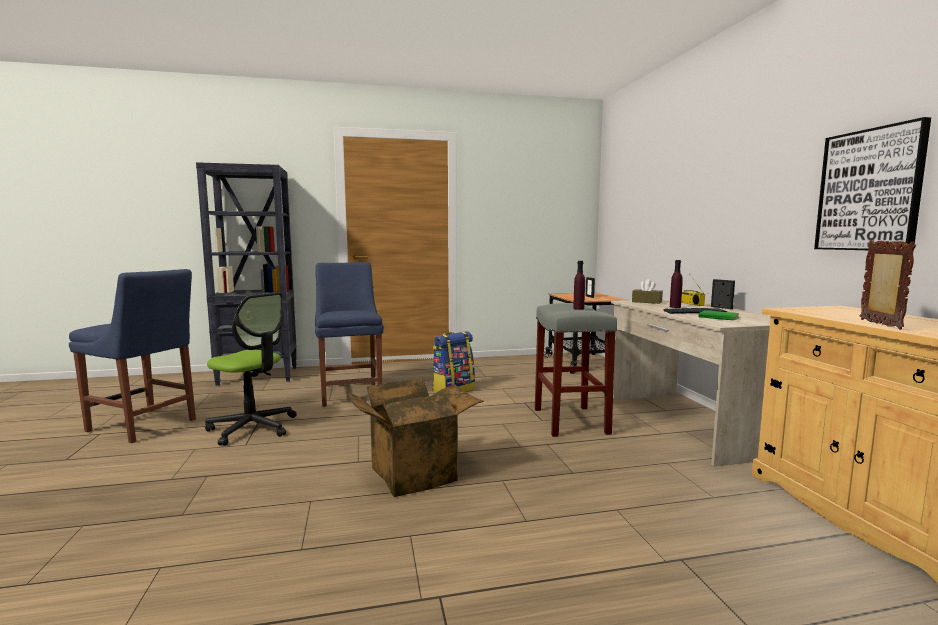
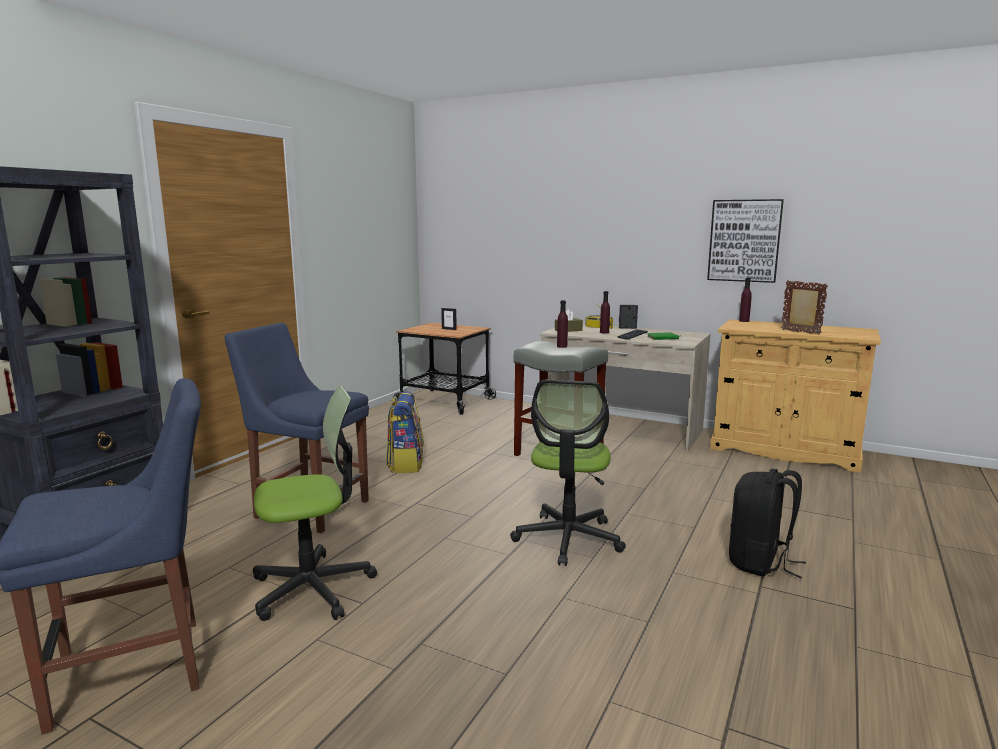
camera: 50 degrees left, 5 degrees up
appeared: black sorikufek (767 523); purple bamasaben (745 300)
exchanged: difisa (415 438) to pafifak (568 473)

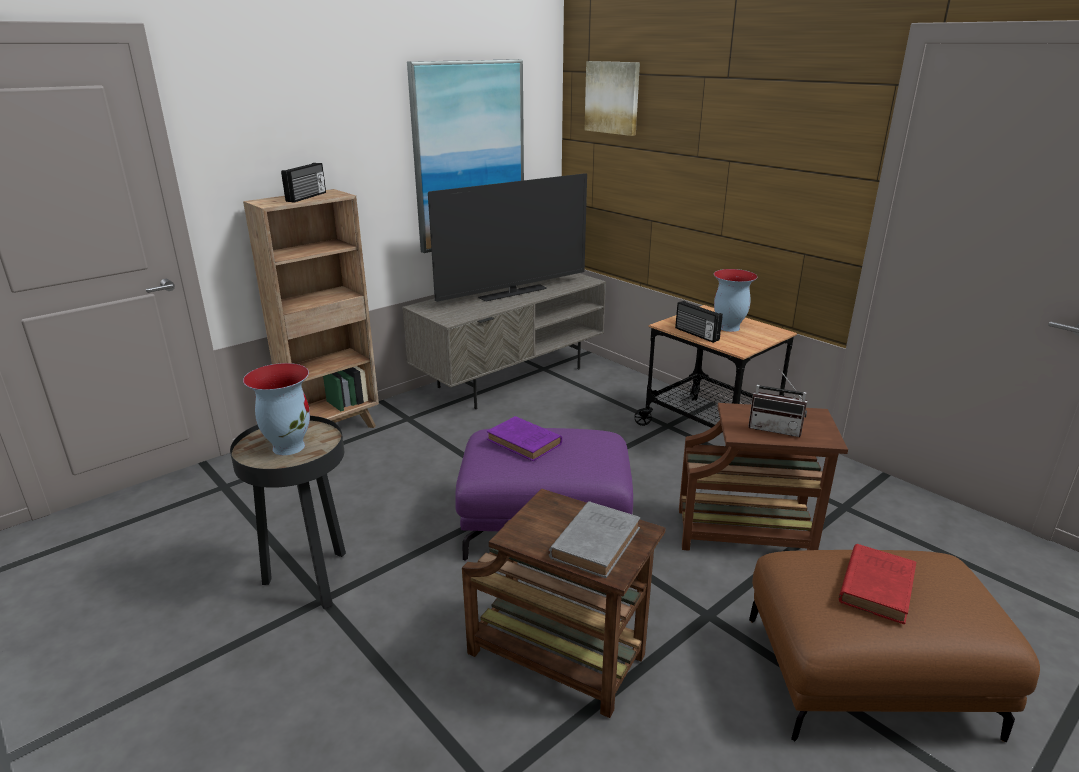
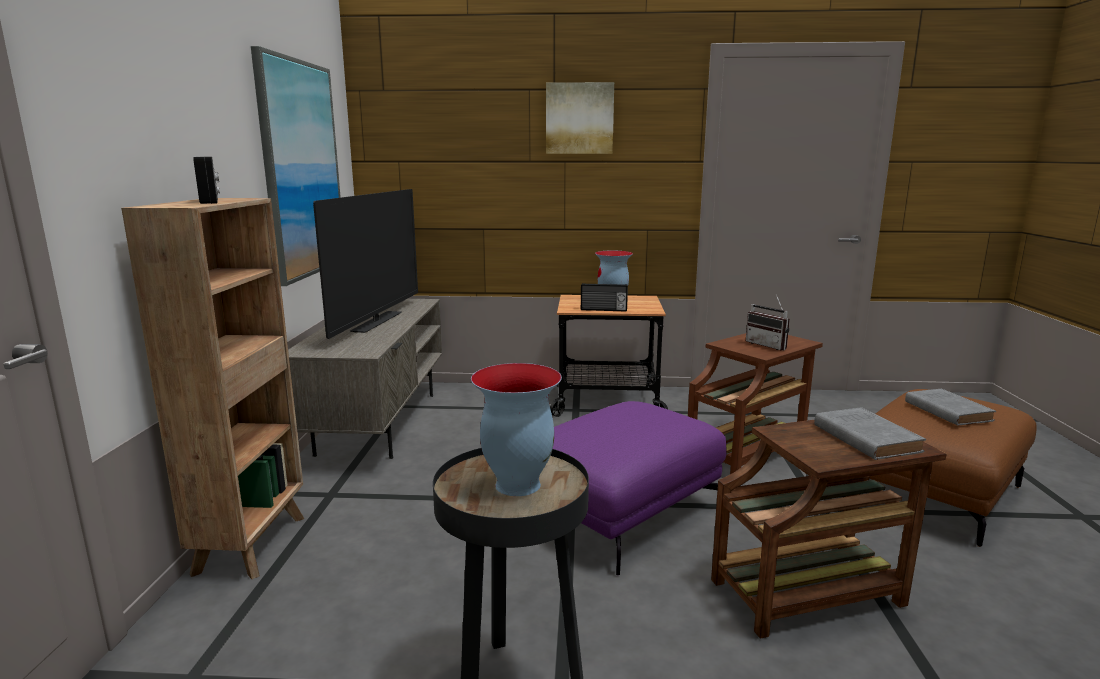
camera: 45 degrees left, 10 degrees down
missing: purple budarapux (524 438)
relocated: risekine (612 98) to (580 118)
colour: red budarapux (877 584) to grey budarapux (950 407)
spun: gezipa (777 403) = (768 323) 75 degrees clockwise

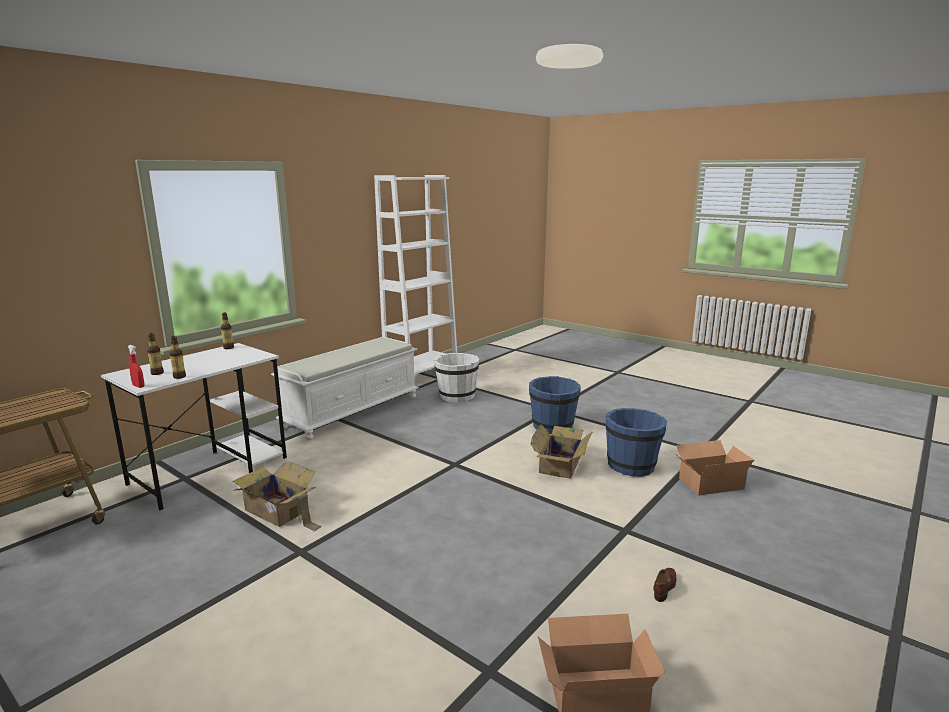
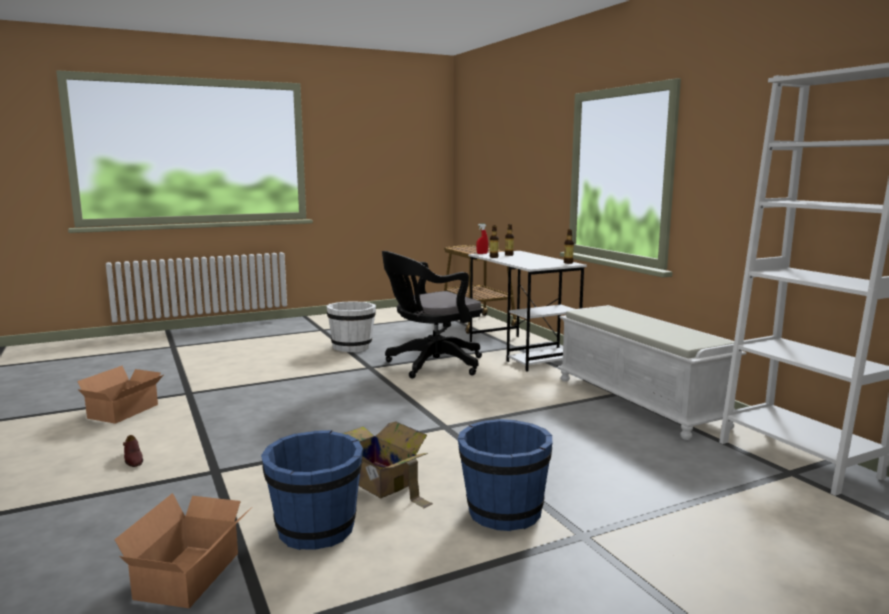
camera: 115 degrees right, 5 degrees down
relocated: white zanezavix (456 377) to (351 326)
exchanged: difisa (277 496) to black pafifak (432 314)

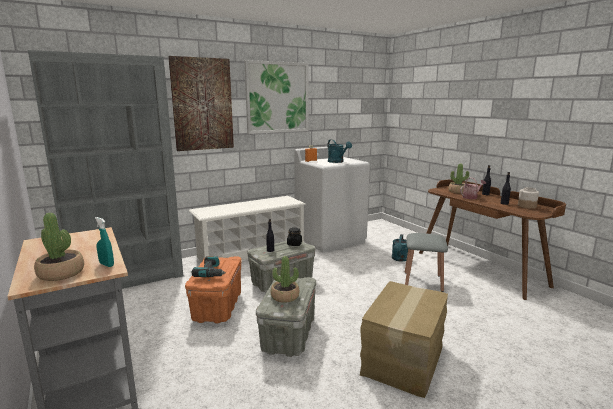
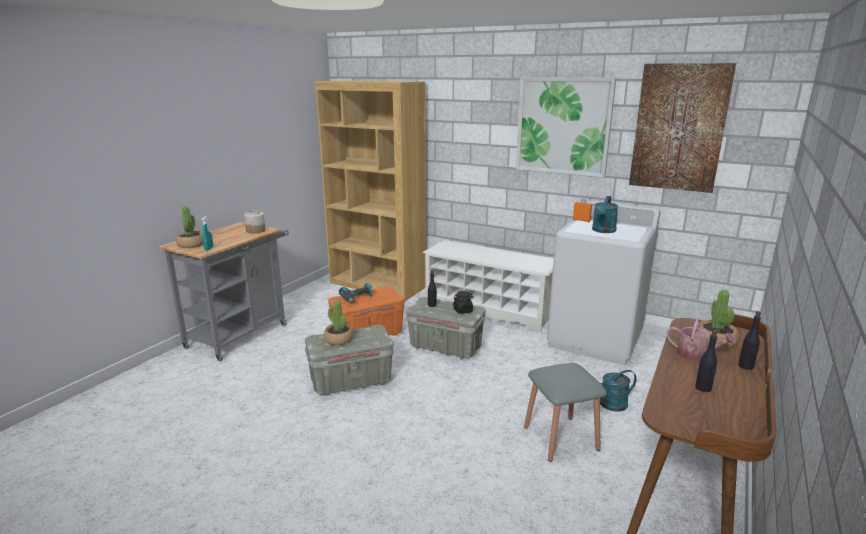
camera: 60 degrees right, 5 degrees up
missing: difisa (404 339)
relocated: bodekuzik (528 198) to (255 221); risekine (201 103) to (682 128)
colour: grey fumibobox (105 169) to brown fumibobox (370 190)

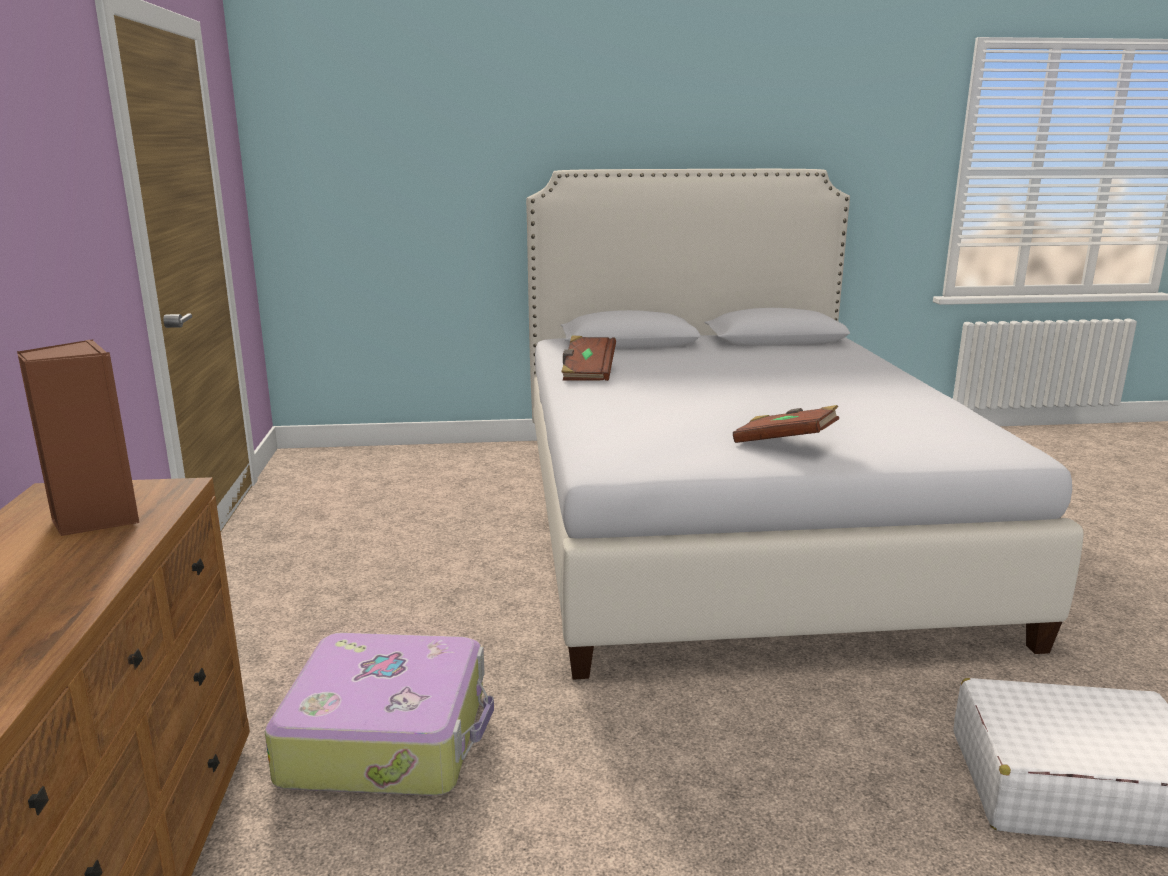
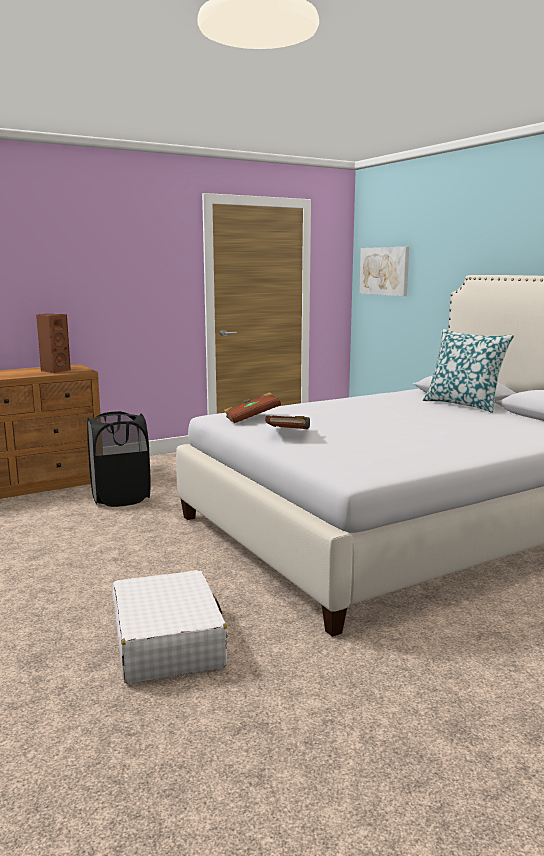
camera: 65 degrees right, 5 degrees down
appeared: risekine (384 271); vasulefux (468 371)
relocated: brown budarapux (588 358) to (252 407)
exchanged: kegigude (379 714) to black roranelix (119 459)

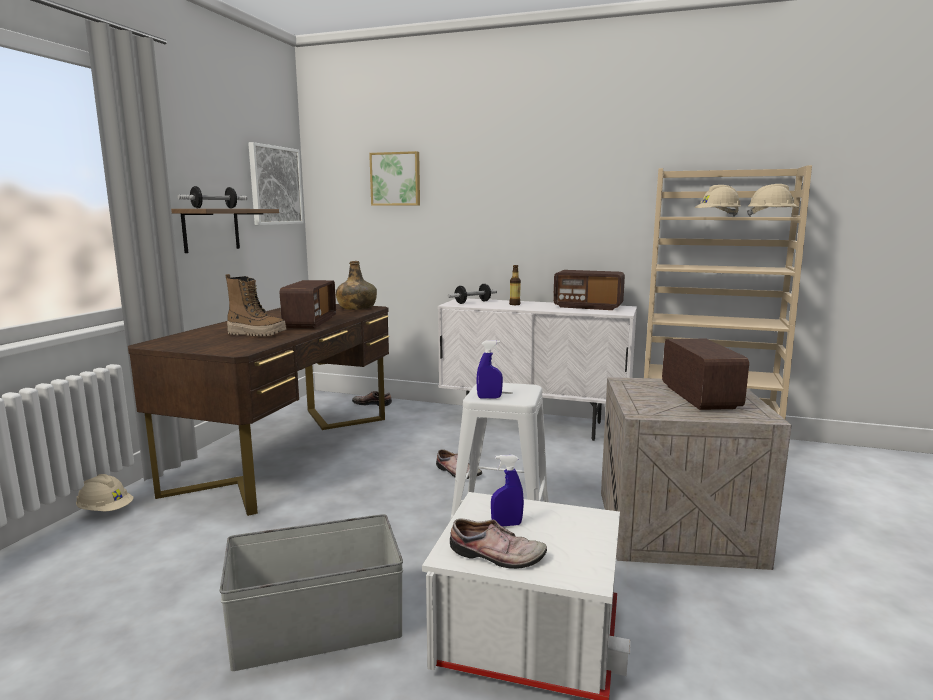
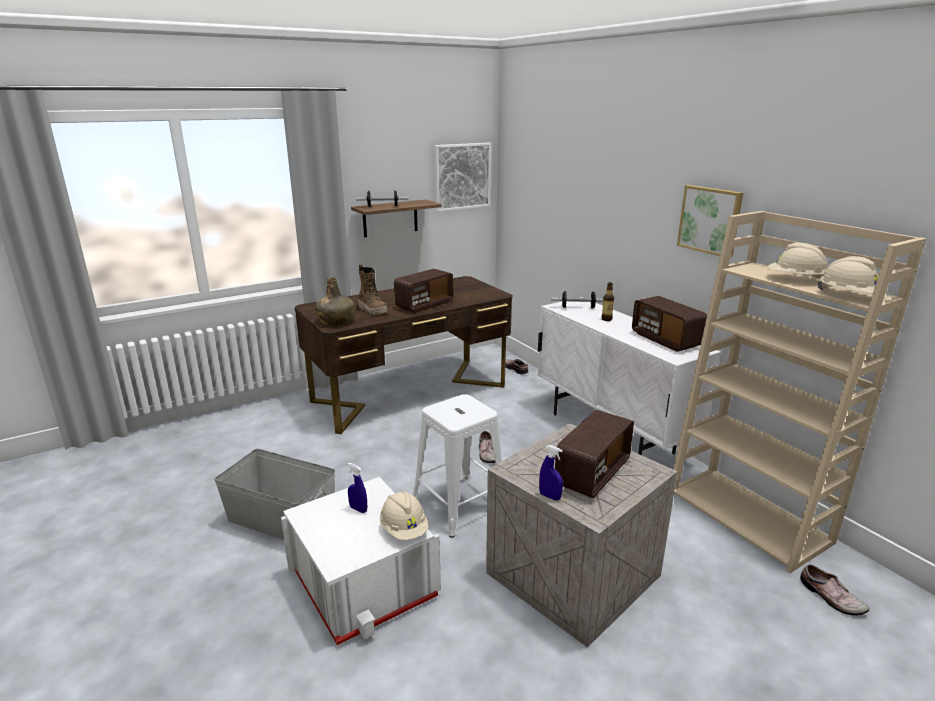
camera: 40 degrees right, 10 degrees up
relocated: green bamasaben (356 285) to (335 301); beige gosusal (104 492) to (404 515); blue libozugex (489 369) to (551 473); risekine (394 178) to (710 221); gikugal (498 543) to (834 590)

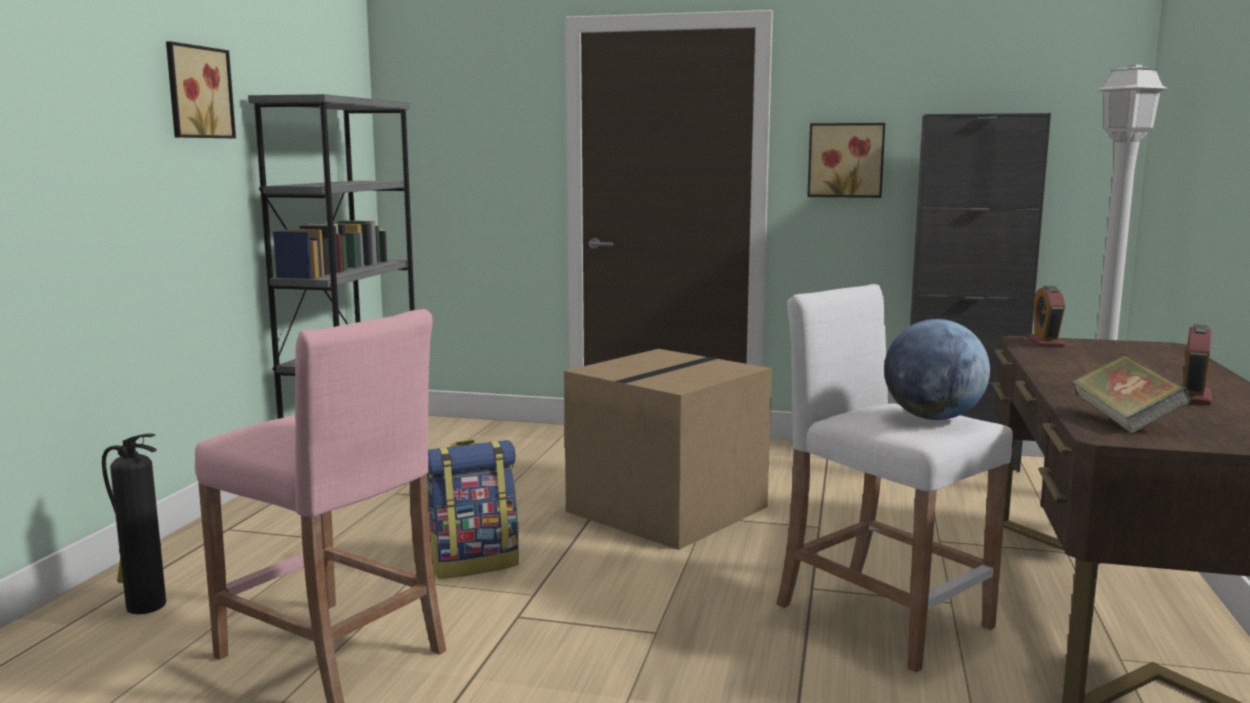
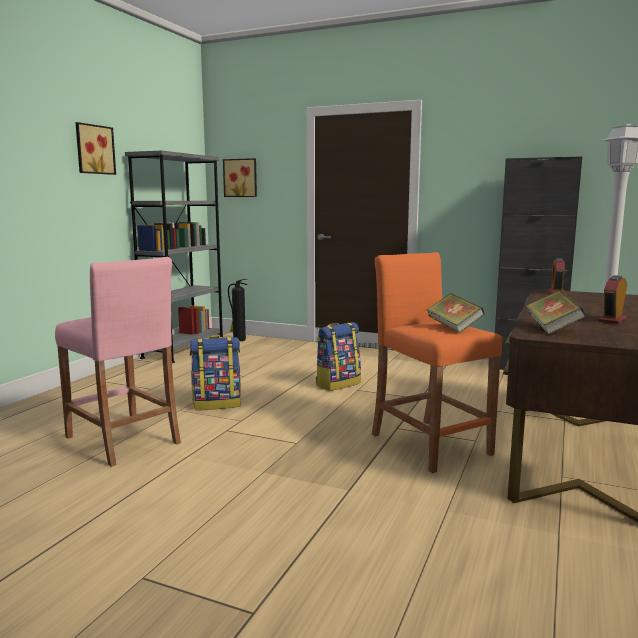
camera: 10 degrees right, 0 degrees up
relocated: risekine (846 160) to (240 177); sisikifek (134 523) to (237 310)
exchanged: difisa (668 449) to sorikufek (338 356); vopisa (937 369) to budarapux (456 313)
colour: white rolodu (894 478) to orange rolodu (437 362)

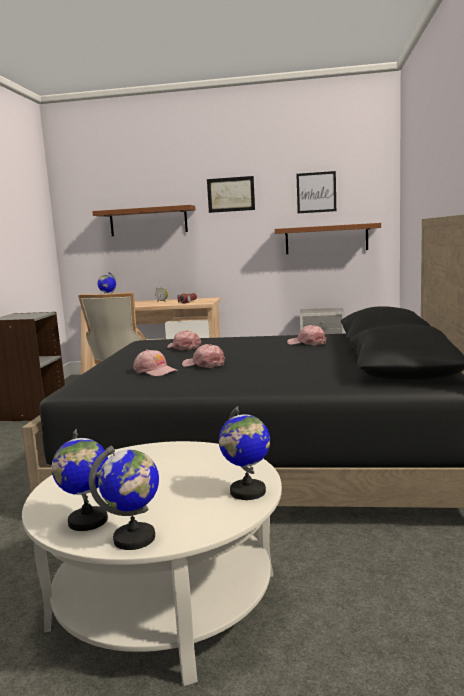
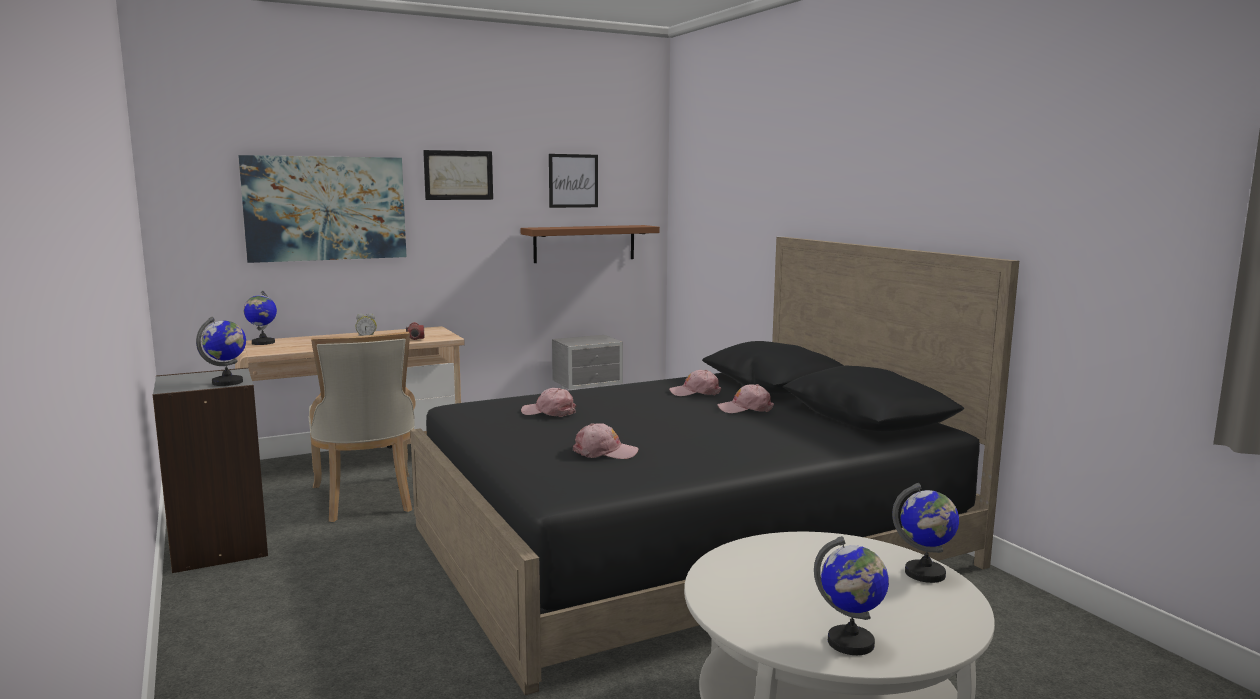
camera: 35 degrees left, 0 degrees up
relocated: vopisa (124 498) to (221 351); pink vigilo (203 356) to (745 398)
exchanged: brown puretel (143 220) to risekine (322 209)

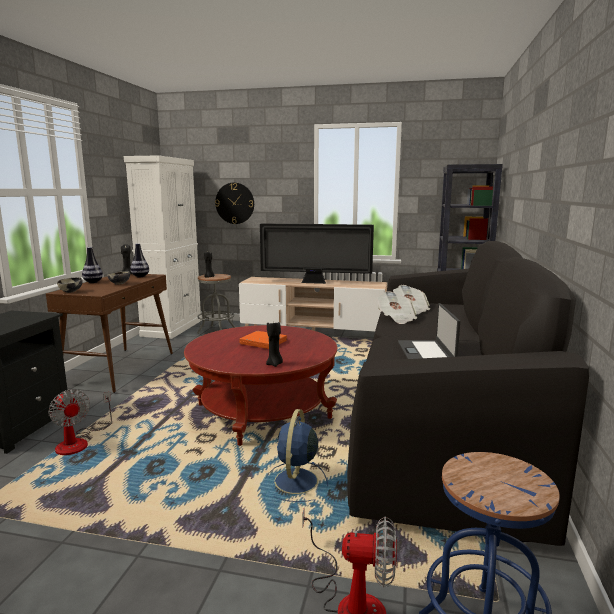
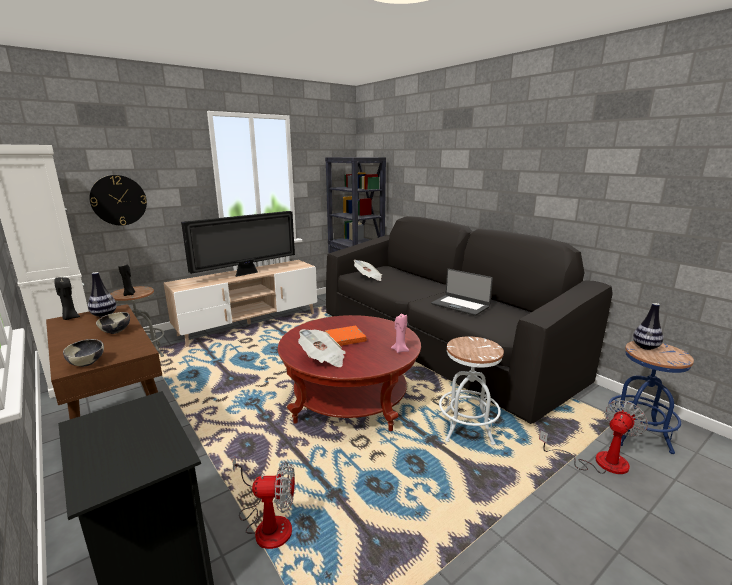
camera: 50 degrees left, 5 degrees up
relocated: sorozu (397 307) to (322 348); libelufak (92 265) to (648 326)
exchanged: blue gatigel (297 455) to white rolodu (471 390)
colour: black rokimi (274 343) to pink rokimi (400 333)

